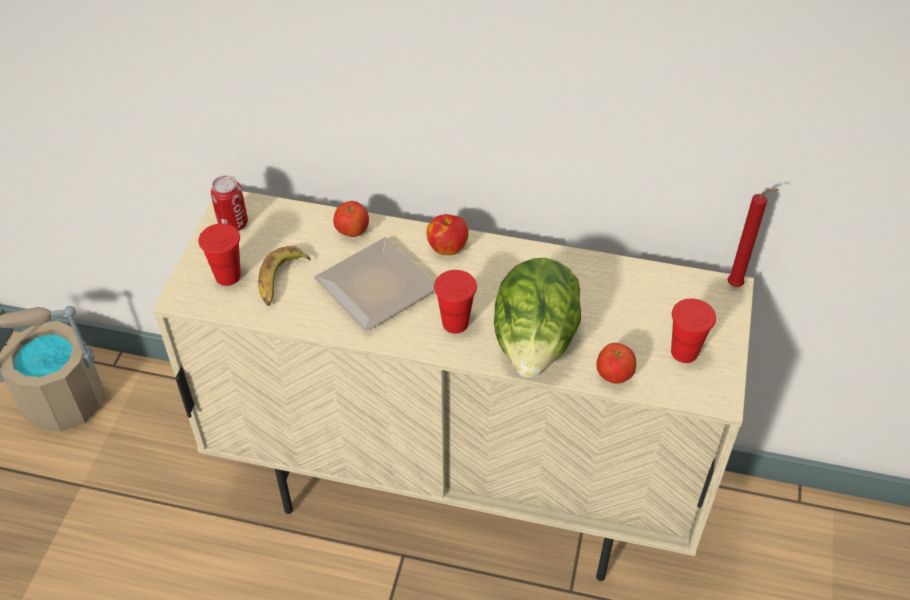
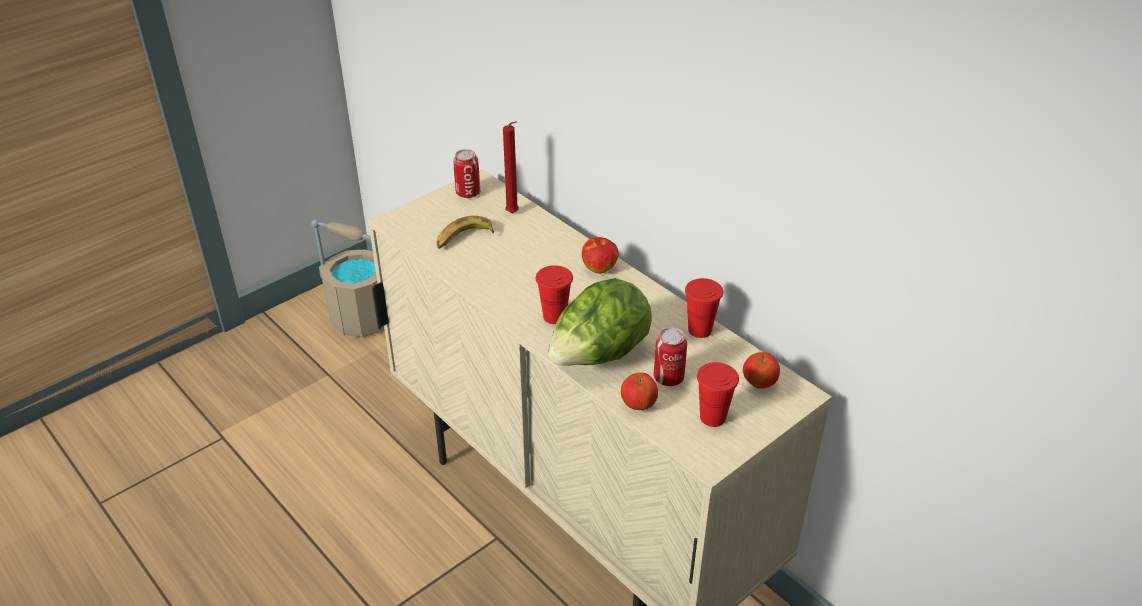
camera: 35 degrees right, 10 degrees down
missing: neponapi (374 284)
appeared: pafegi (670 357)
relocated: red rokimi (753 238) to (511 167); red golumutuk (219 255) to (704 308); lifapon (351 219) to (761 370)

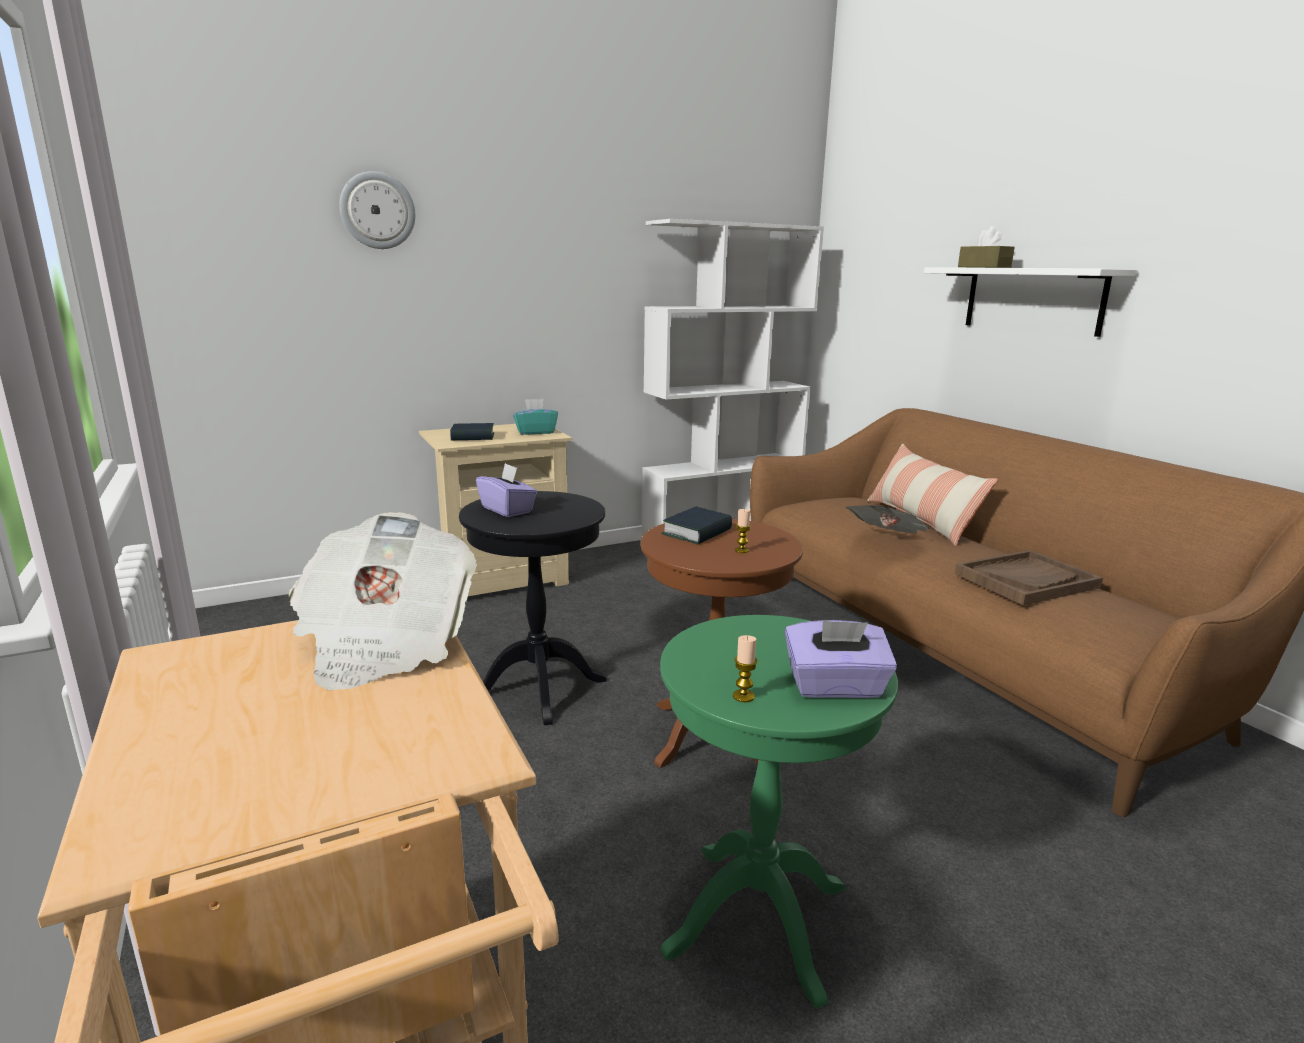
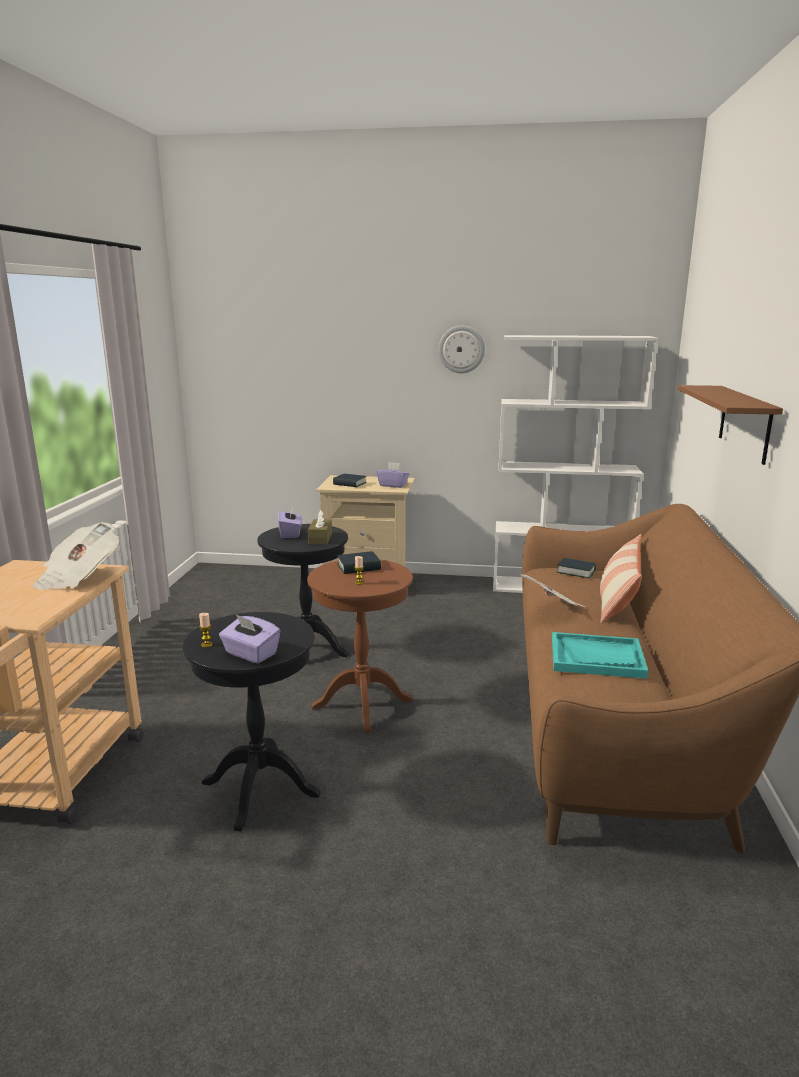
camera: 35 degrees right, 0 degrees up
appeared: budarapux (576 568)
relocated: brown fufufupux (986 247) to (320 527); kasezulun (377 210) to (461 349)
colour: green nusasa (779 812) to black nusasa (252 721); turquoise fufufupux (535 417) to purple fufufupux (392 475); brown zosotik (1029 577) to turquoise zosotik (600 655); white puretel (1031 302) to brown puretel (730 425)

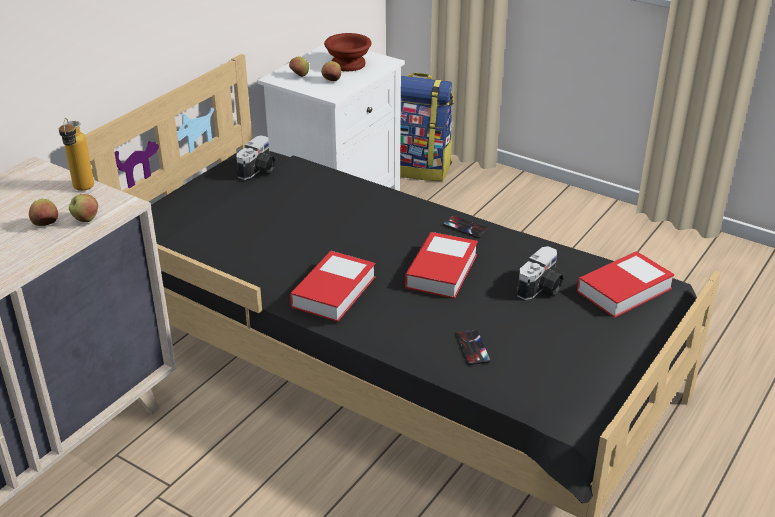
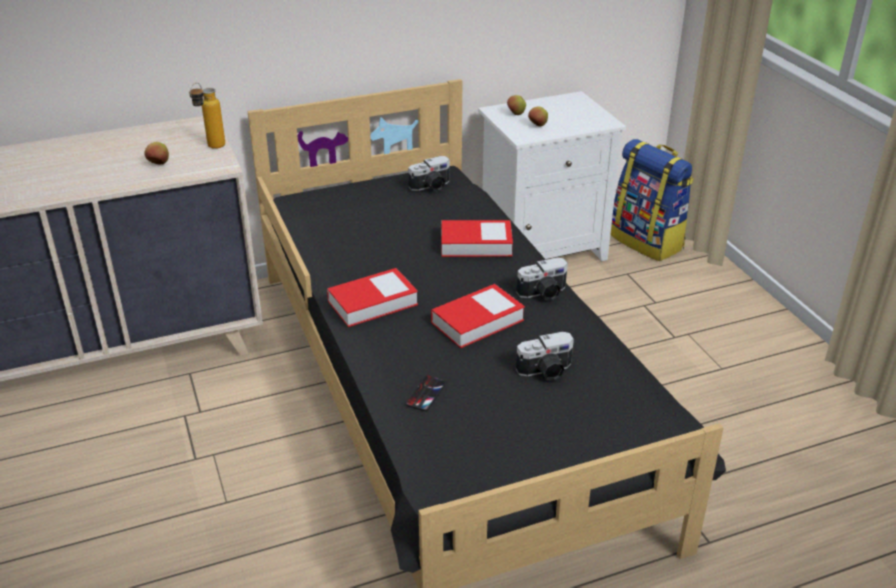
camera: 35 degrees right, 0 degrees up
missing: lifapon (83 208); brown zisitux (348 52)
relocated: budarapux (626 284) to (477 238)
exchanged: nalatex (466 226) to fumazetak (542 279)

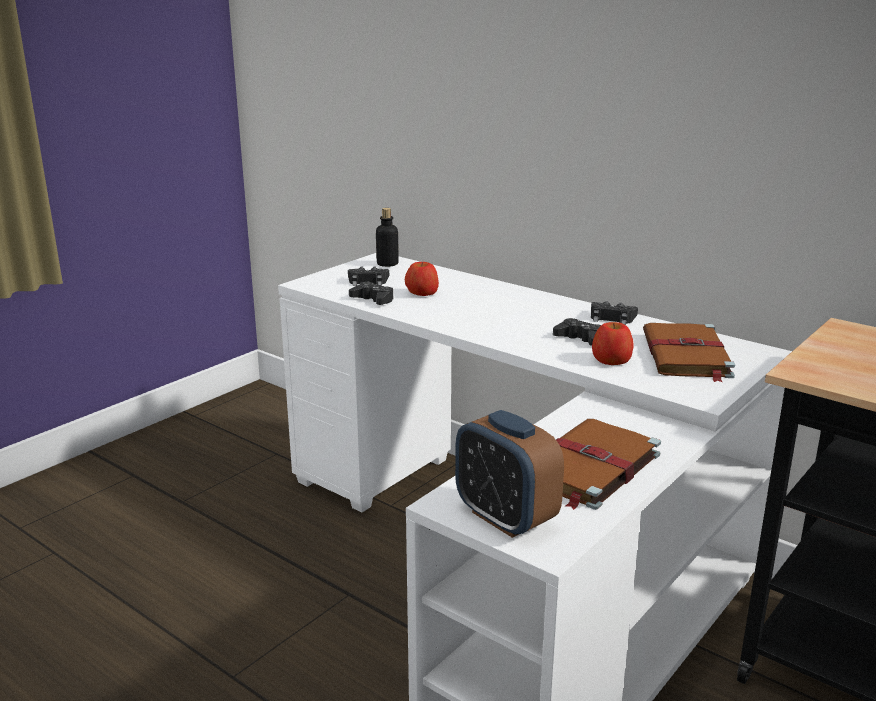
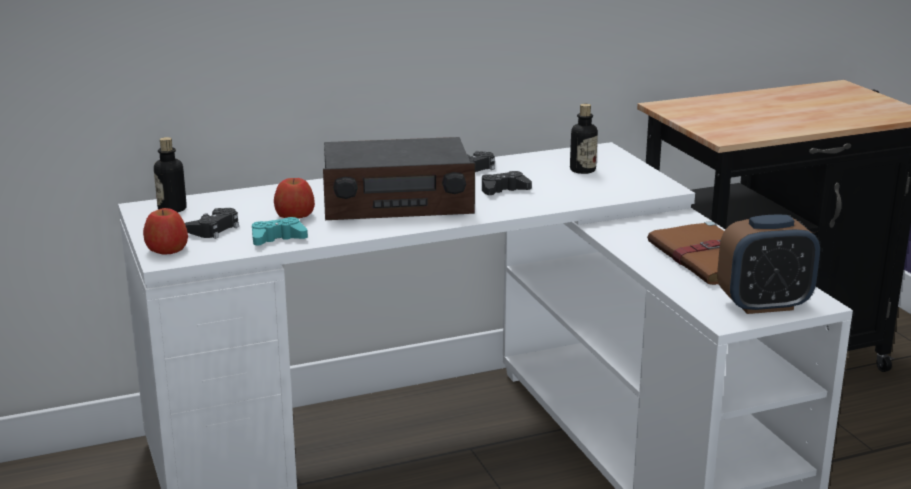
camera: 60 degrees left, 0 degrees up
appeared: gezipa (399 178)
relocated: lifapon (613 343) to (165 231)
exchanged: brown budarapux (689 352) to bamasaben (584 139)
colour: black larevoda (371 293) to turquoise larevoda (280 231)

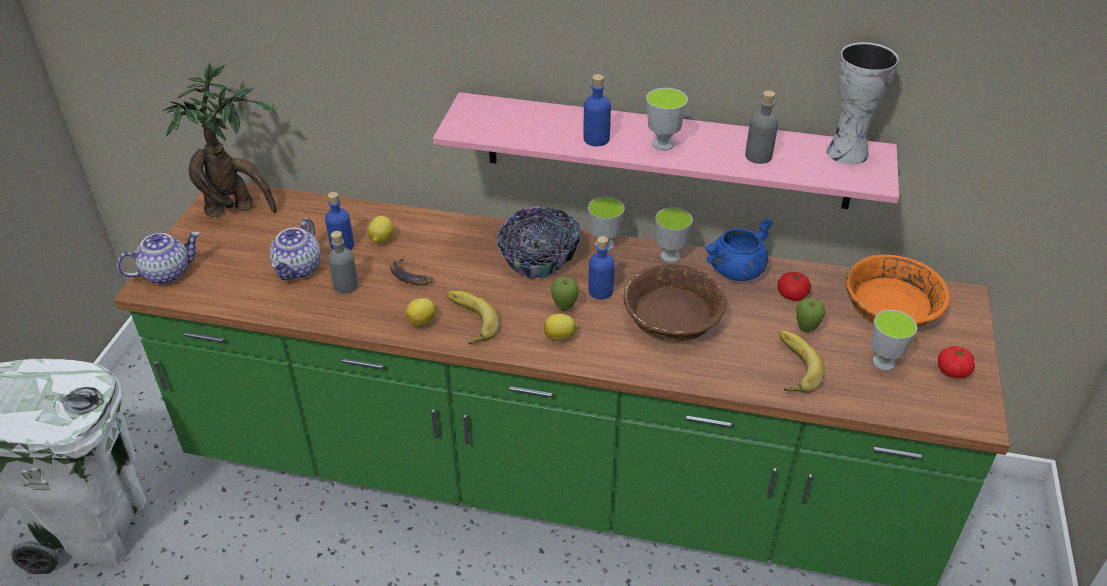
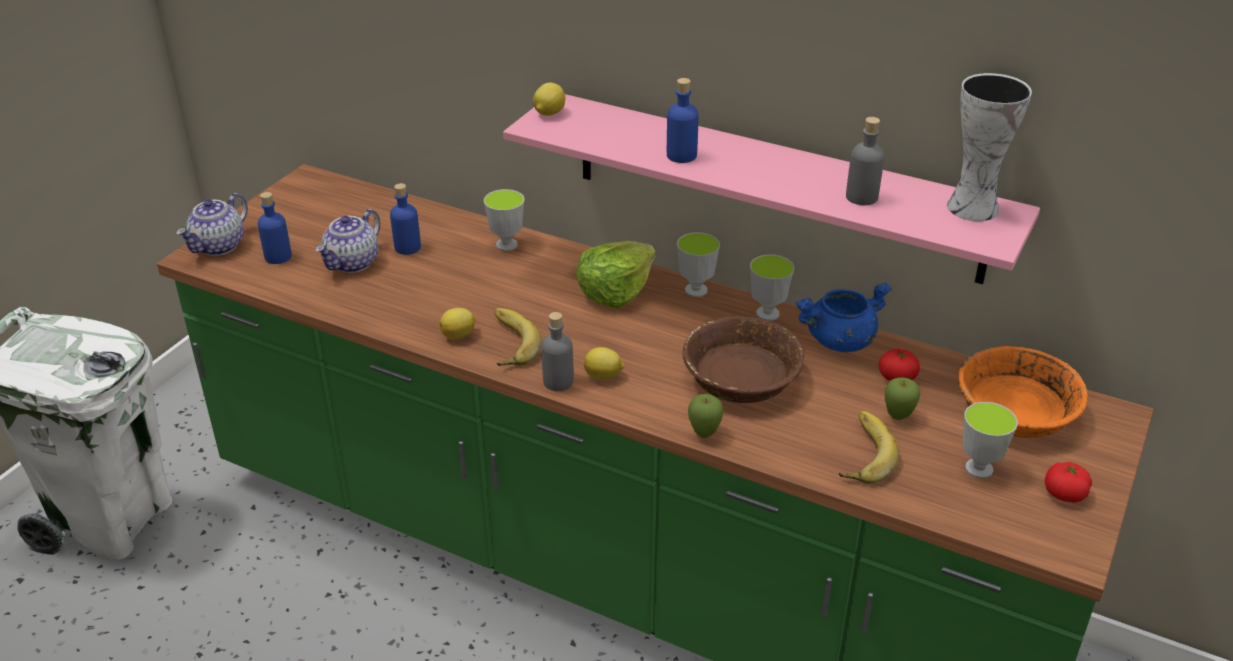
camera: 15 degrees right, 5 degrees down
missing: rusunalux (219 139); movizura (411 271)
relocated: blue bamasaben (602 267) to (275 228); golumutuk (667 119) to (504 220); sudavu (381 230) to (549 99); grey bamasaben (343 262) to (557 351); lifapon (565 294) to (706 416)
exchanged: zisitux (538 242) to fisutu (616 274)
spun: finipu (158 258) = (212 224) 135 degrees clockwise

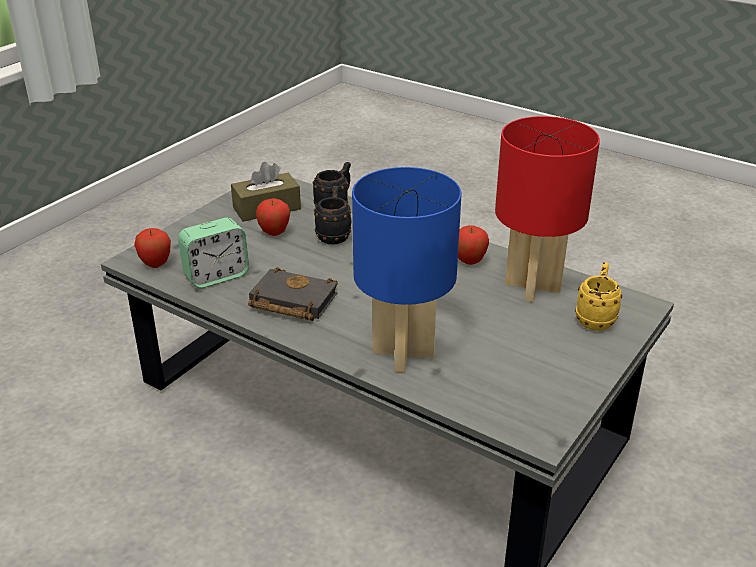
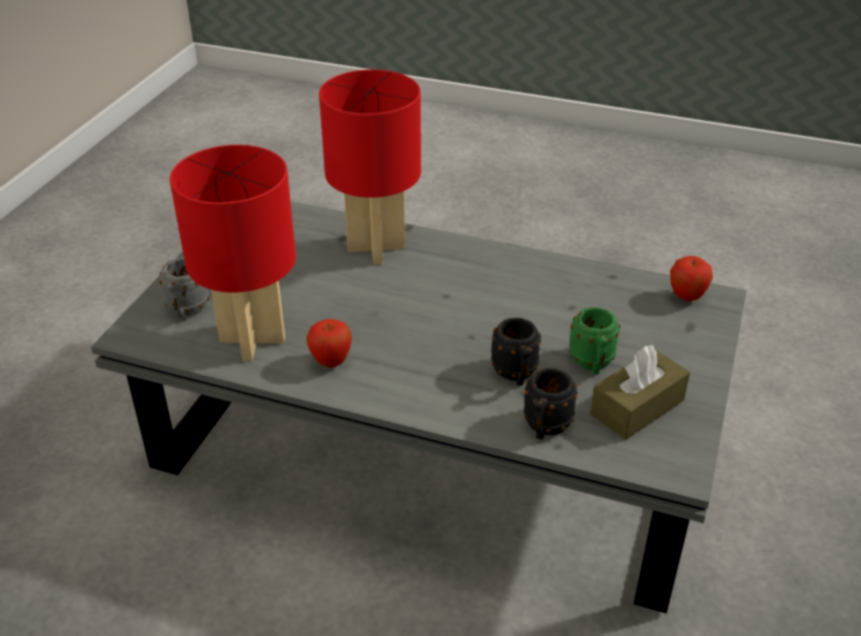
camera: 165 degrees right, 5 degrees up
missing: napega (213 253); black budarapux (293 294)
exchanged: lifapon (273 217) to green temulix (594 341)
colour: yellow temulix (598 296) to grey temulix (184 289); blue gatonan (406 269) to red gatonan (370 167)

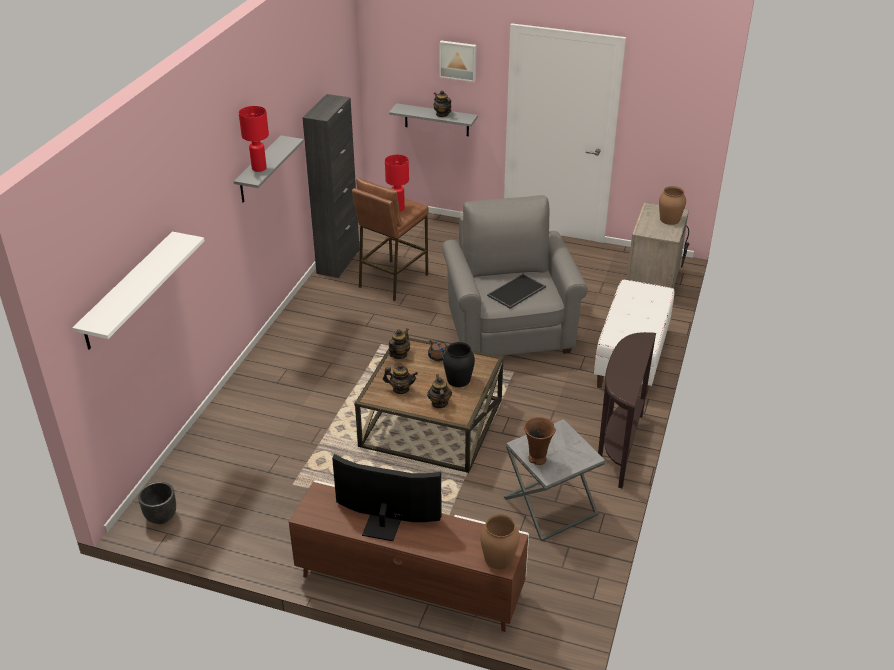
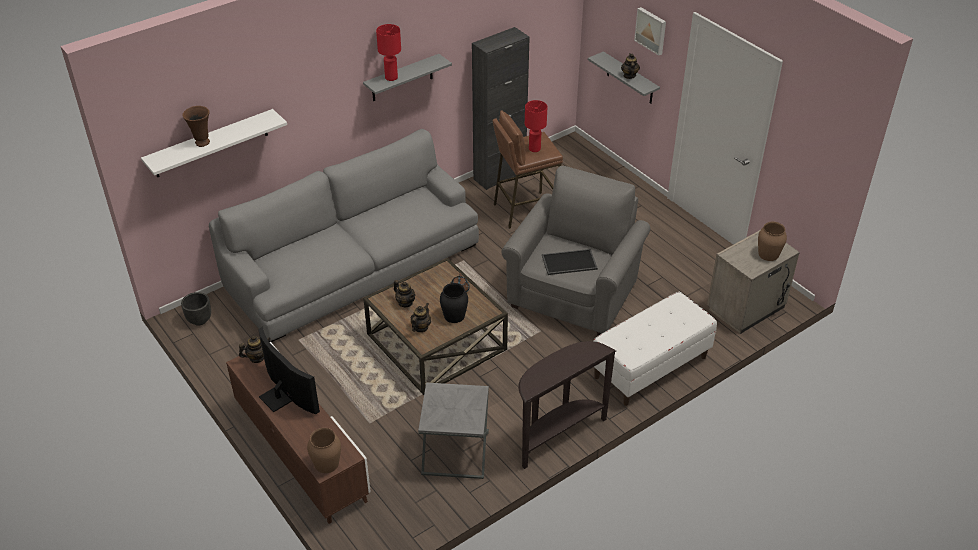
camera: 35 degrees right, 5 degrees up
appeared: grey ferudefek (344 235)
relocated: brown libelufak (540 441) to (196 126); finipu (399 344) to (255 349)

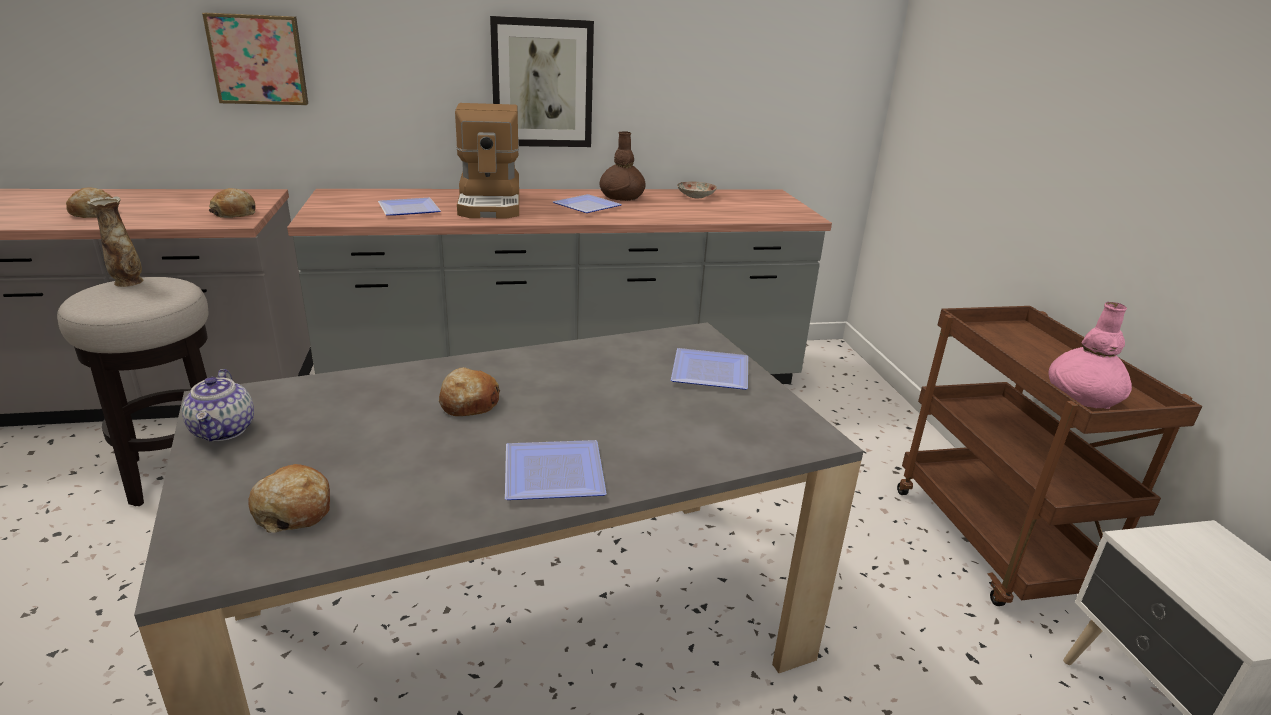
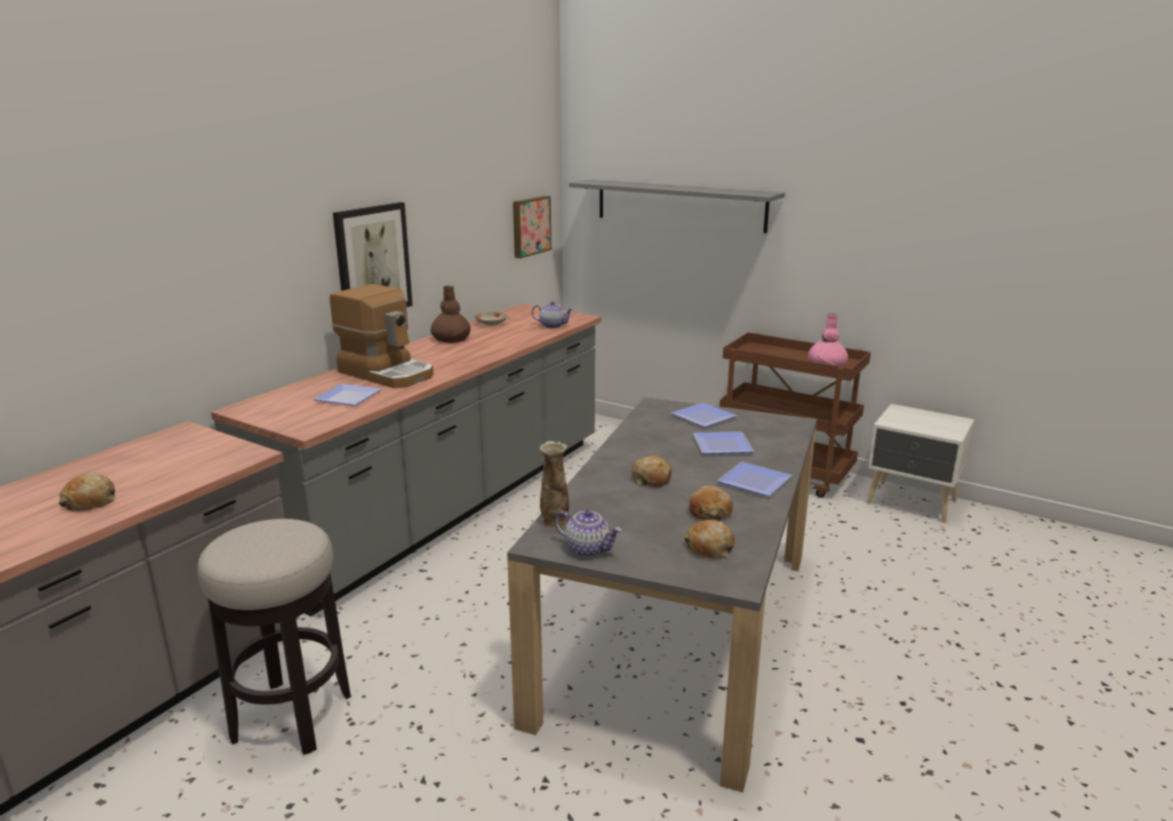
camera: 45 degrees left, 5 degrees down
appeared: finipu (552 314); grey puretel (677 206)
relocated: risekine (255 59) to (532 227); libelufak (115 242) to (554 484); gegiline (232 203) to (711 503); neponapi (587 203) to (723 442)

